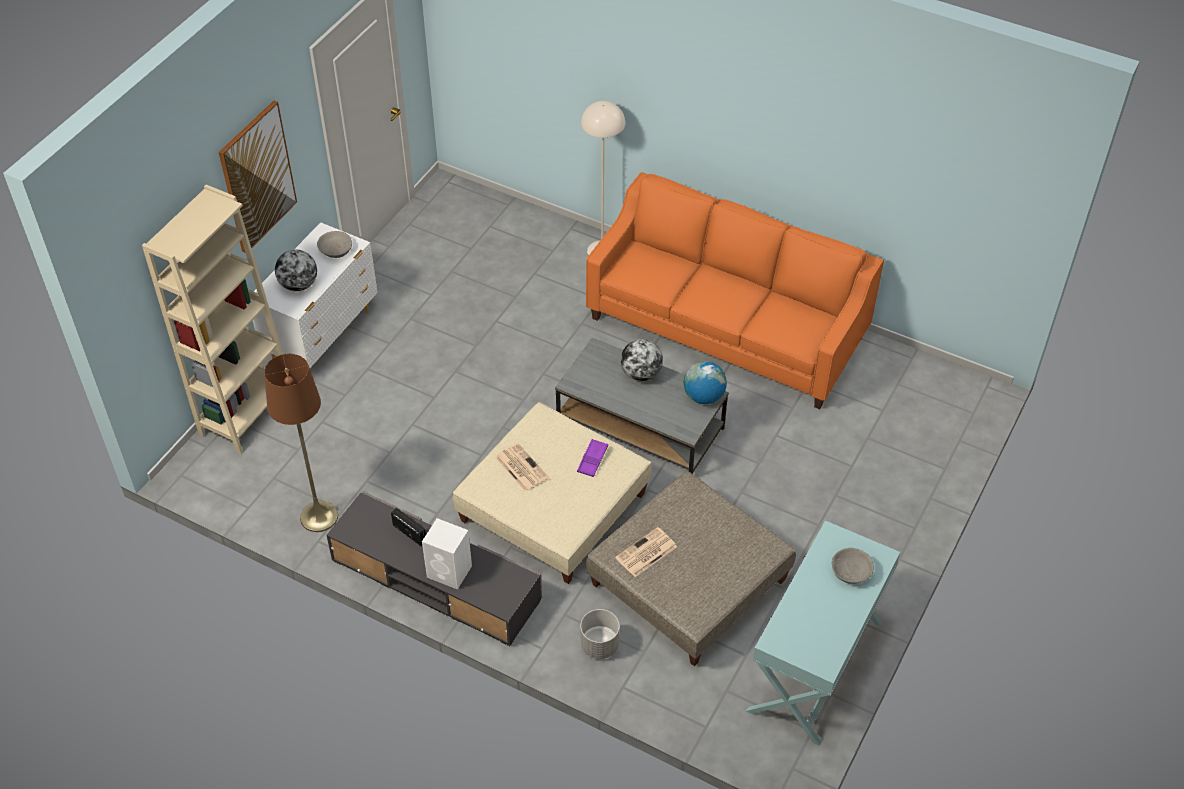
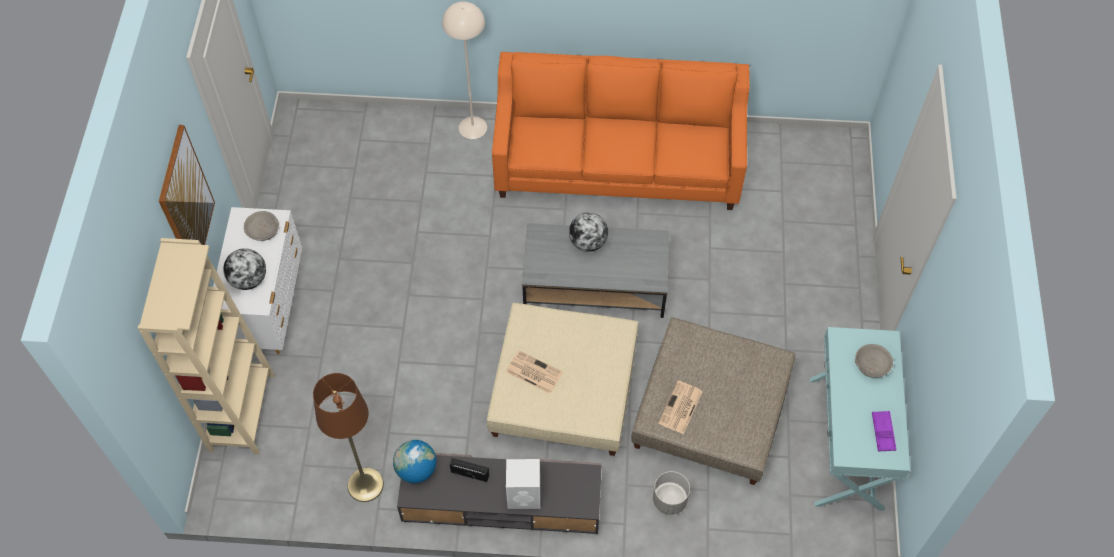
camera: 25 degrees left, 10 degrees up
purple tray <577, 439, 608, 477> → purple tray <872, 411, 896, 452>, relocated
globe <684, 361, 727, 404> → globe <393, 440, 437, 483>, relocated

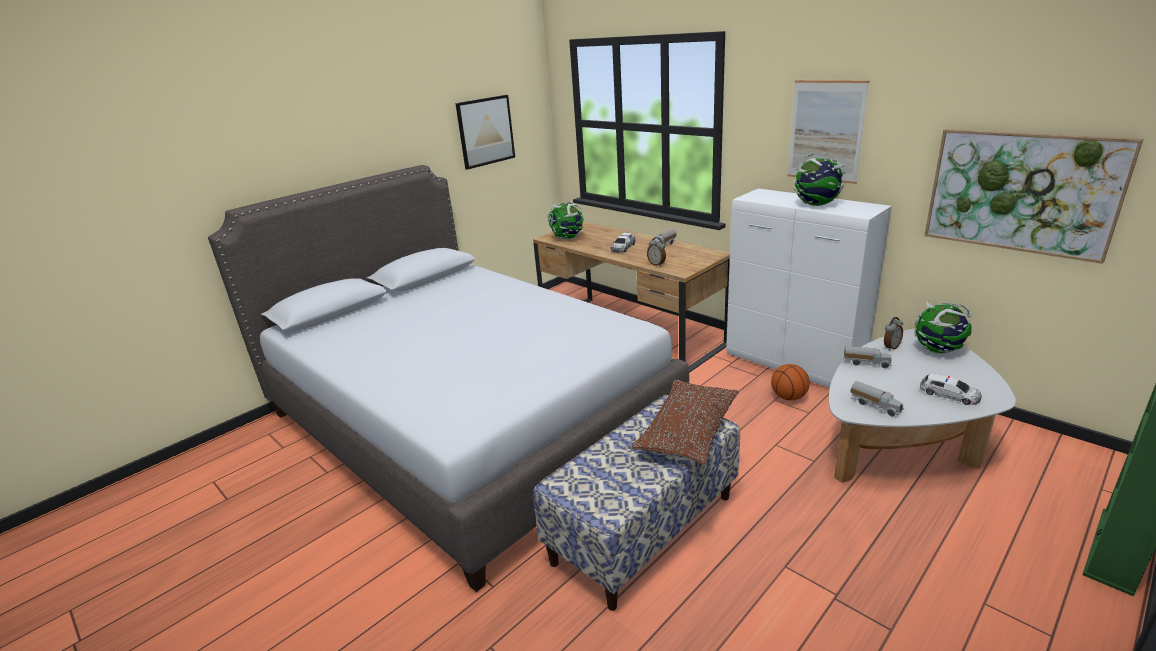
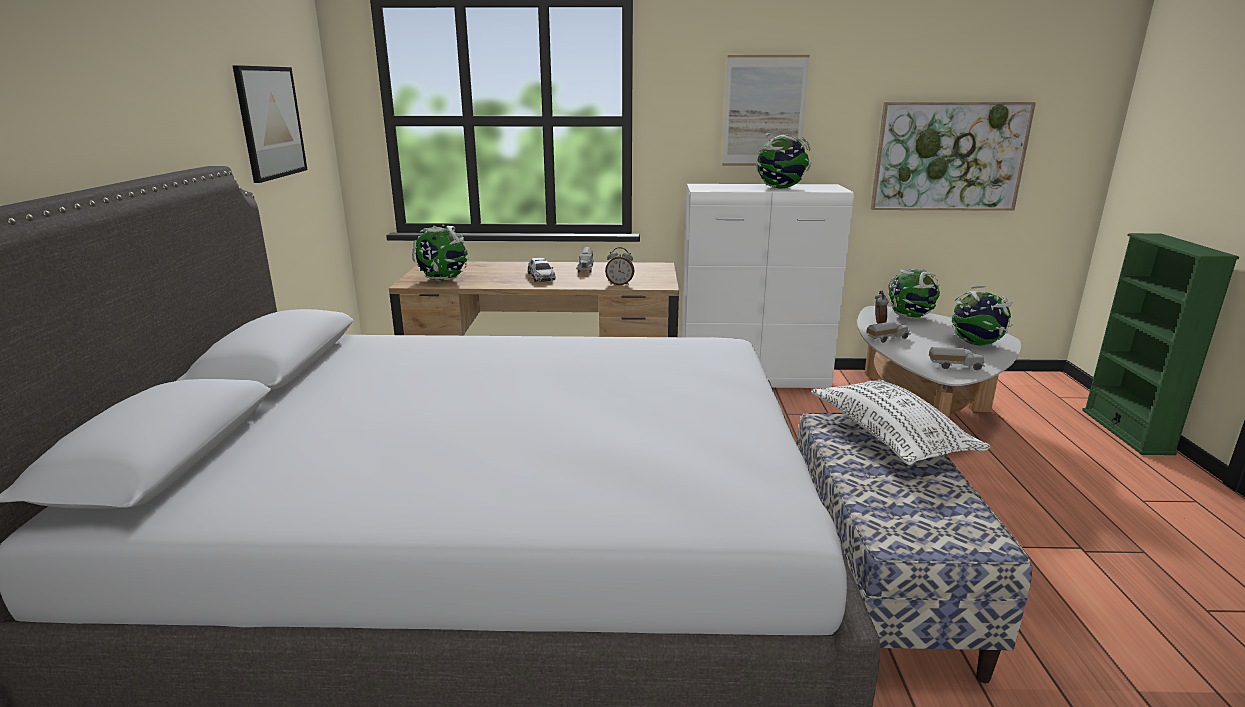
camera: 45 degrees left, 5 degrees down
brownish pillow <632, 379, 739, 465> → white-coloured pillow <811, 380, 990, 465>
ball for basketball <771, 364, 810, 401> → -
model car <920, 373, 982, 405> → globe <951, 286, 1013, 345>

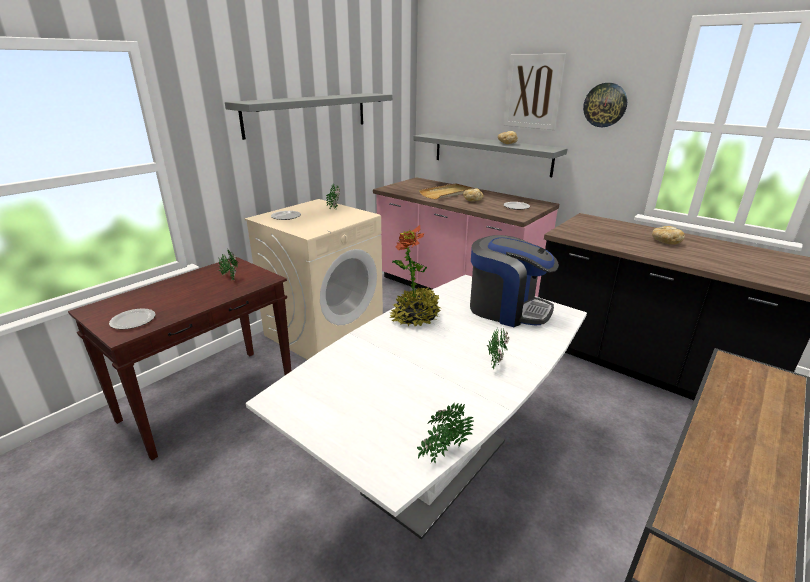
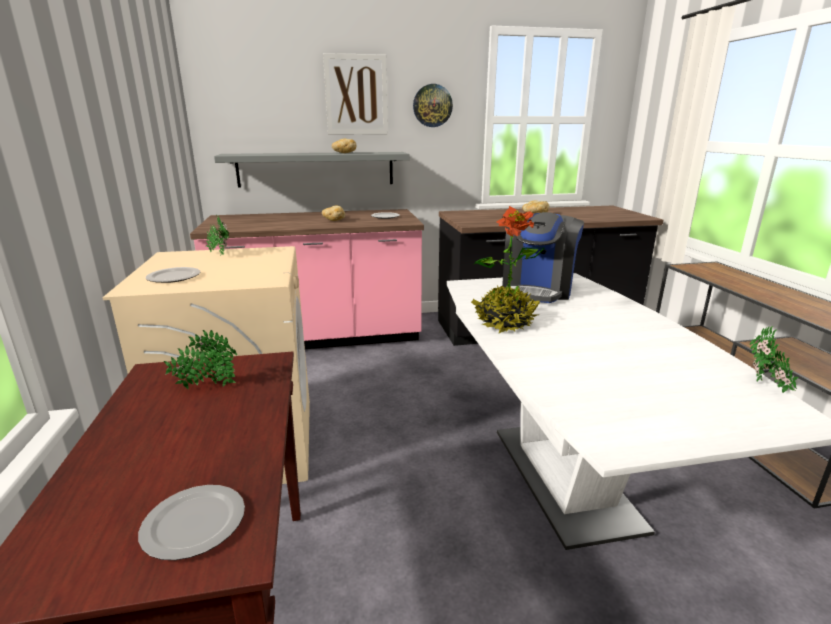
camera: 50 degrees left, 5 degrees down
greyish wall shelf <225, 93, 393, 140> → -
beige tray <419, 183, 474, 199> → -
coffee brewer <470, 235, 559, 327> → coffee brewer <502, 212, 584, 303>, 135 degrees clockwise
houseplant <487, 327, 510, 371> → -

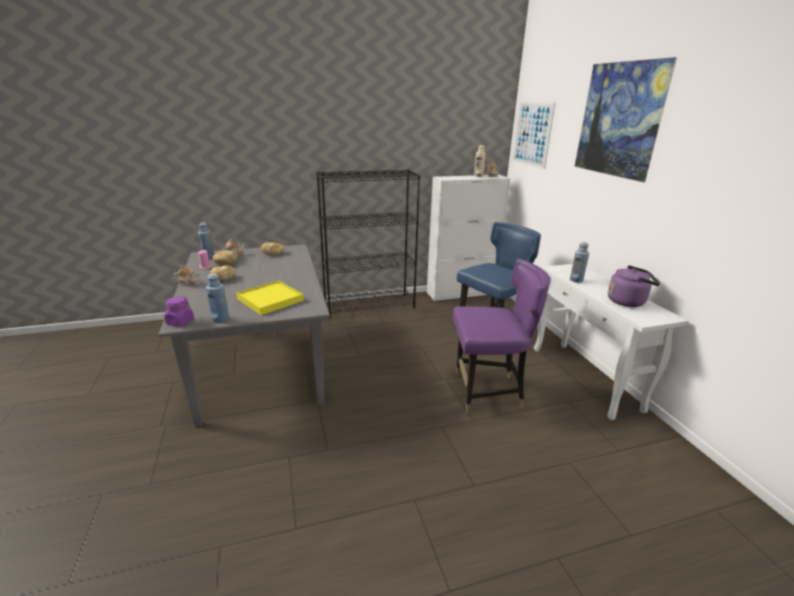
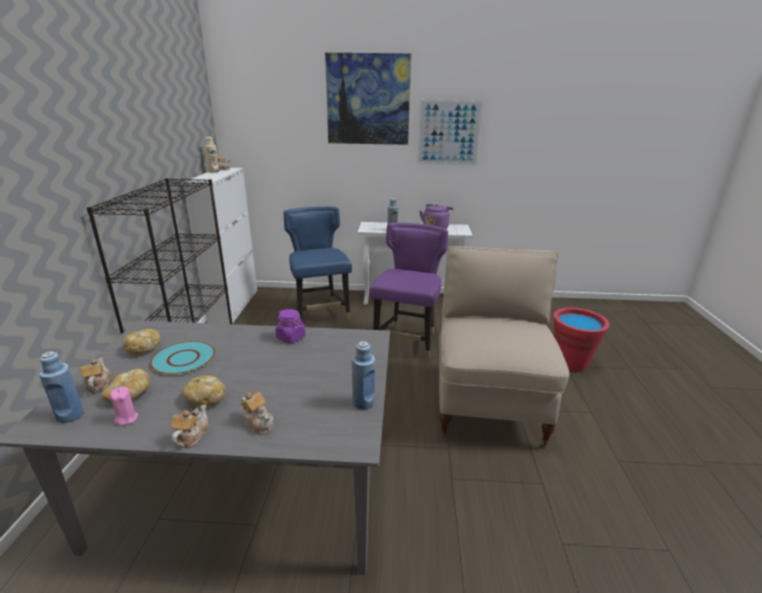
camera: 70 degrees left, 0 degrees up
purple storage jar <164, 296, 194, 327> → purple storage jar <275, 309, 305, 343>, relocated
yellow-coloured tray <236, 280, 304, 315> → -
wall art <513, 102, 555, 169> → wall art <417, 100, 483, 165>, relocated
- → turquoise flat dish <150, 341, 215, 375>
- → tea pot <241, 392, 274, 435>
- → beige upright chair <439, 246, 570, 447>
- → reddish water bucket <553, 307, 610, 372>

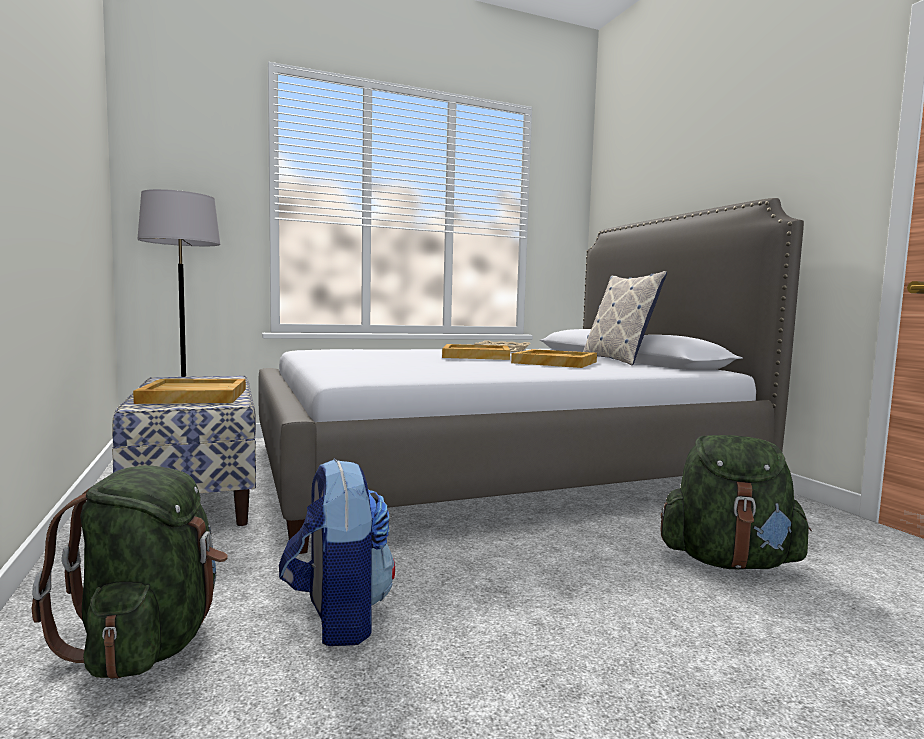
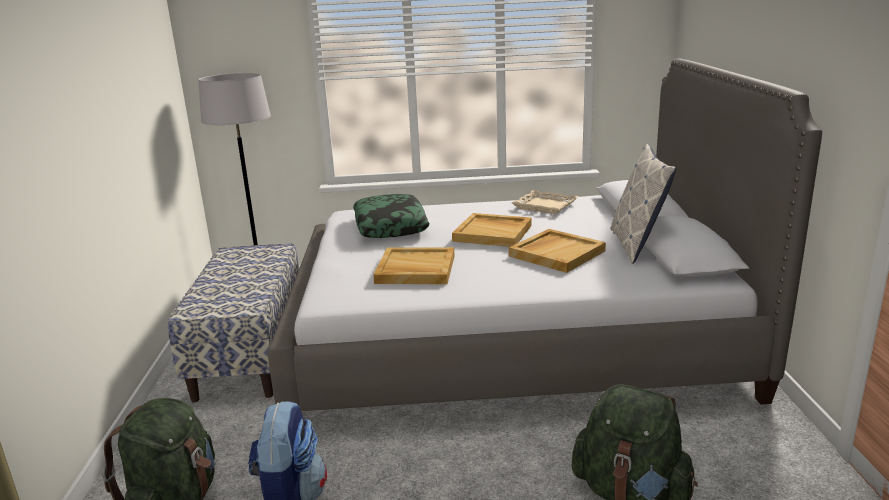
camera: 20 degrees right, 15 degrees up
beige tray <133, 379, 246, 404> → beige tray <373, 247, 454, 284>, relocated
- → pillow <353, 194, 429, 238>

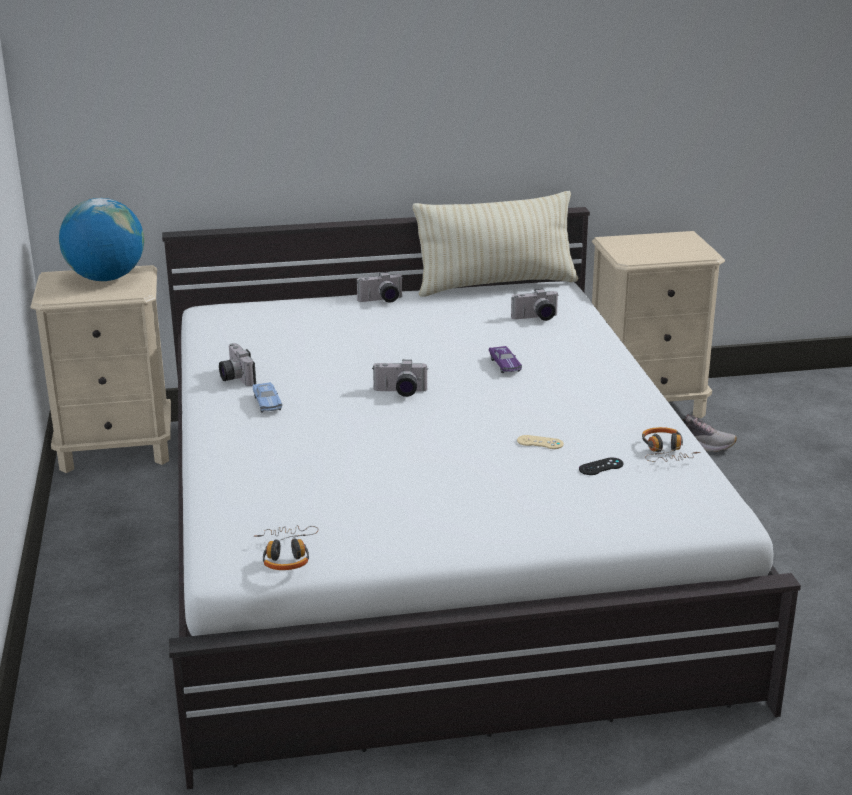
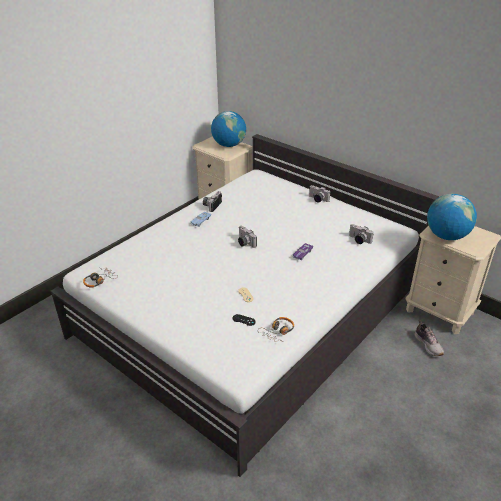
camera: 50 degrees right, 10 degrees up
beige pillow <413, 191, 579, 297> → -
- → globe <427, 194, 477, 240>

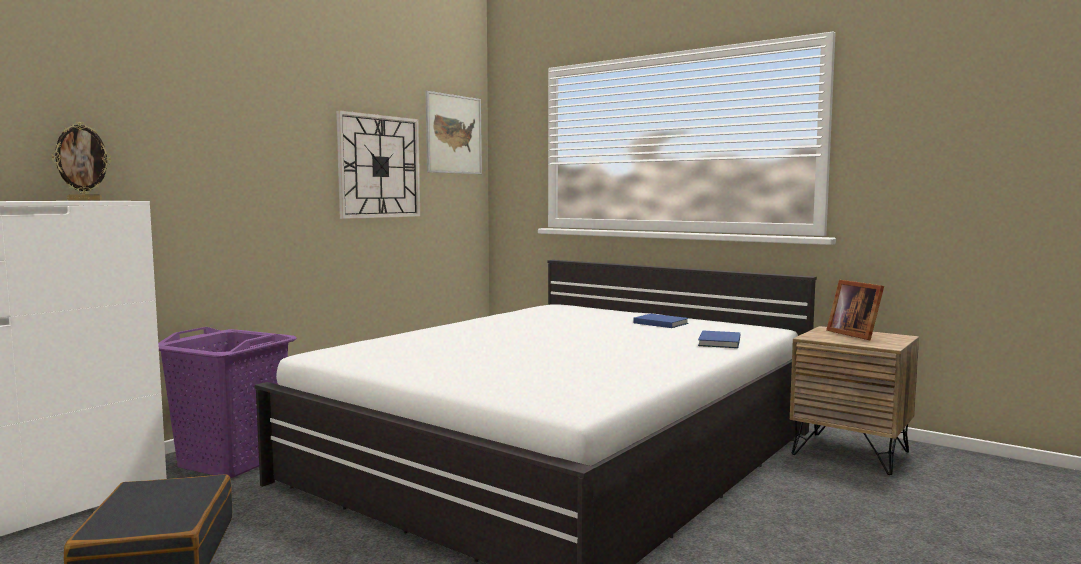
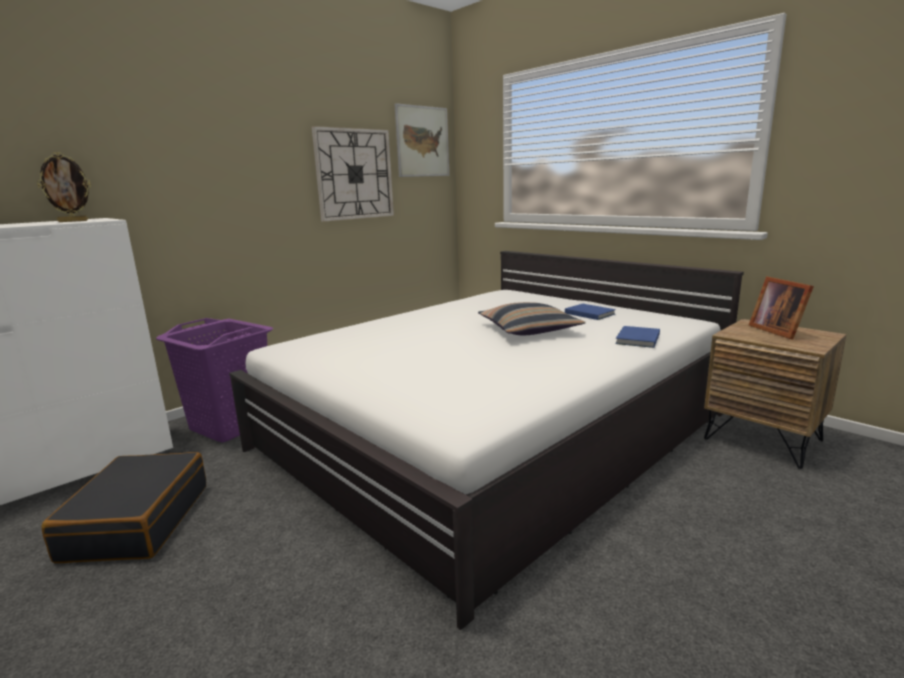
camera: 10 degrees right, 10 degrees up
- → pillow <478, 302, 586, 335>

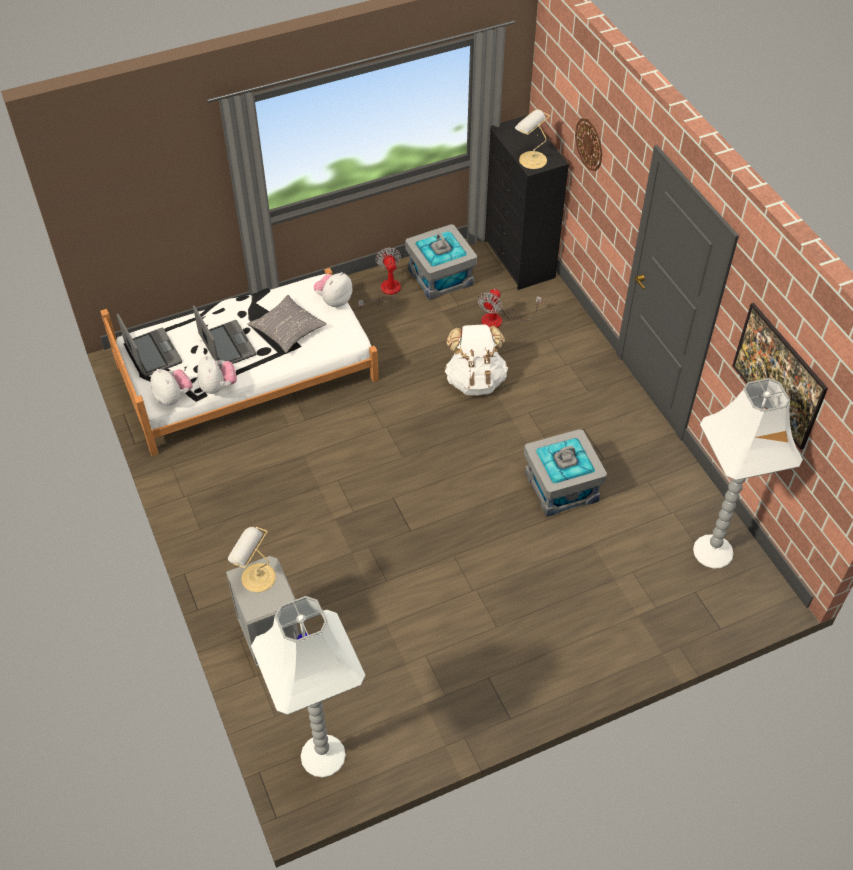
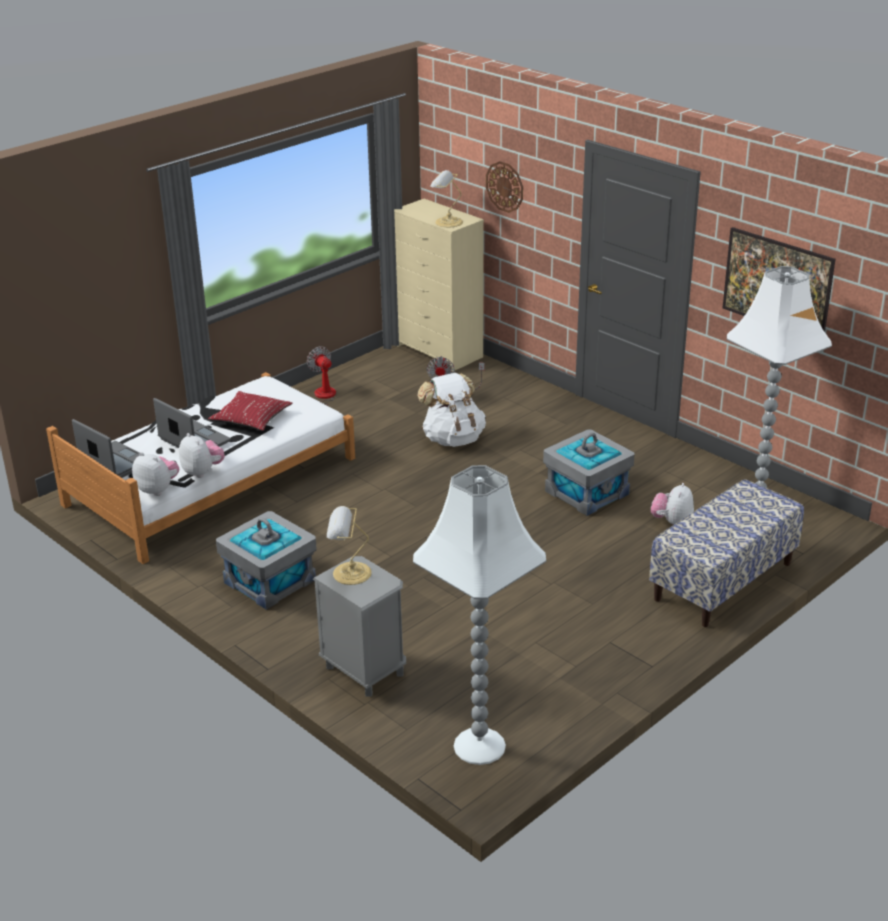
camera: 20 degrees left, 20 degrees down
greyish pillow <247, 295, 326, 353> → reddish pillow <208, 391, 292, 431>
cuddly toy <313, 272, 352, 308> → cuddly toy <651, 483, 694, 525>, relocated
greyish storage bin <405, 224, 477, 300> → greyish storage bin <216, 511, 316, 610>, relocated
black dresser <484, 115, 569, 290> → beige dresser <394, 199, 484, 370>
- → bench <649, 479, 804, 627>

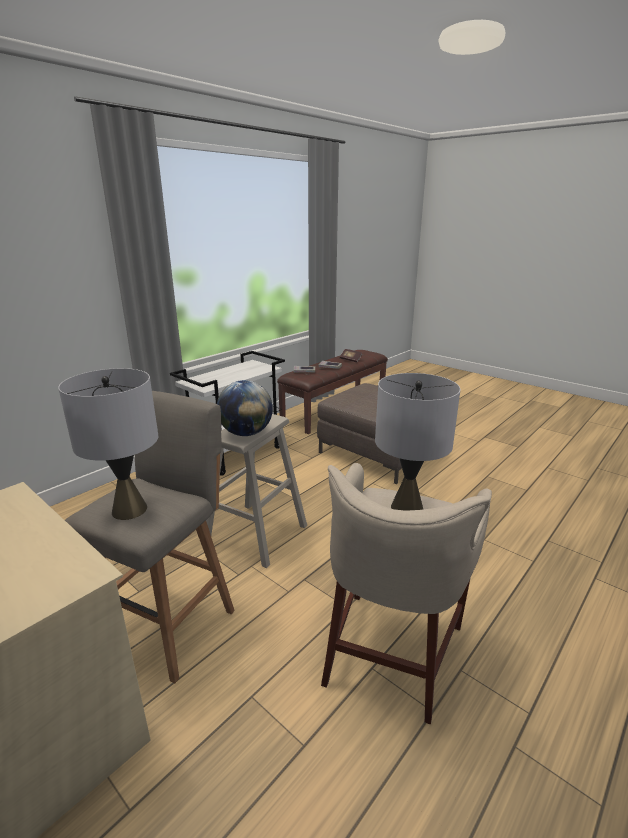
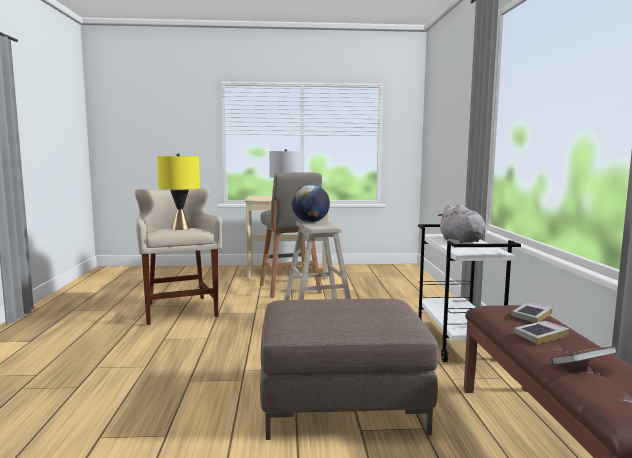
camera: 135 degrees right, 15 degrees down
greyish table lamp <375, 373, 460, 511> → yellow-coloured table lamp <157, 154, 200, 230>
- → greyish cuddly toy <438, 204, 486, 243>

